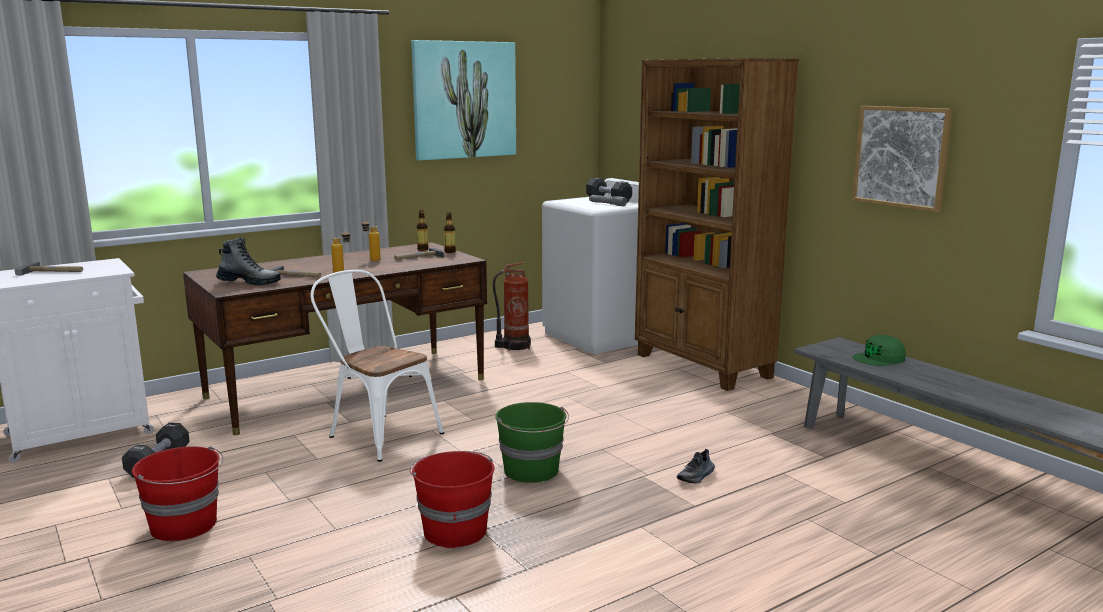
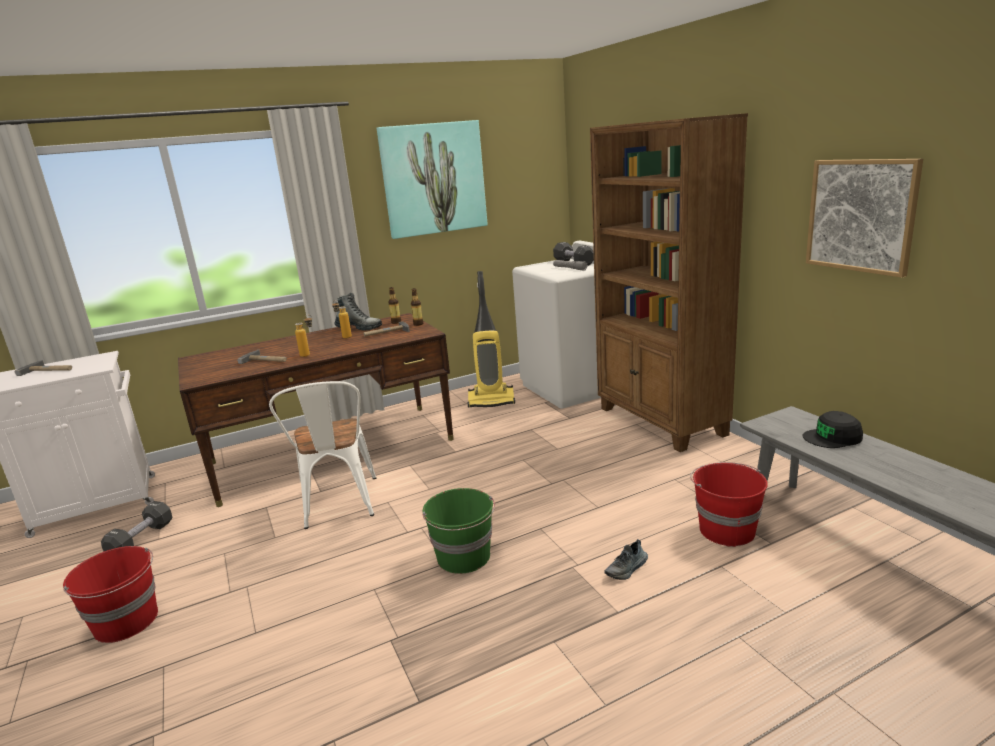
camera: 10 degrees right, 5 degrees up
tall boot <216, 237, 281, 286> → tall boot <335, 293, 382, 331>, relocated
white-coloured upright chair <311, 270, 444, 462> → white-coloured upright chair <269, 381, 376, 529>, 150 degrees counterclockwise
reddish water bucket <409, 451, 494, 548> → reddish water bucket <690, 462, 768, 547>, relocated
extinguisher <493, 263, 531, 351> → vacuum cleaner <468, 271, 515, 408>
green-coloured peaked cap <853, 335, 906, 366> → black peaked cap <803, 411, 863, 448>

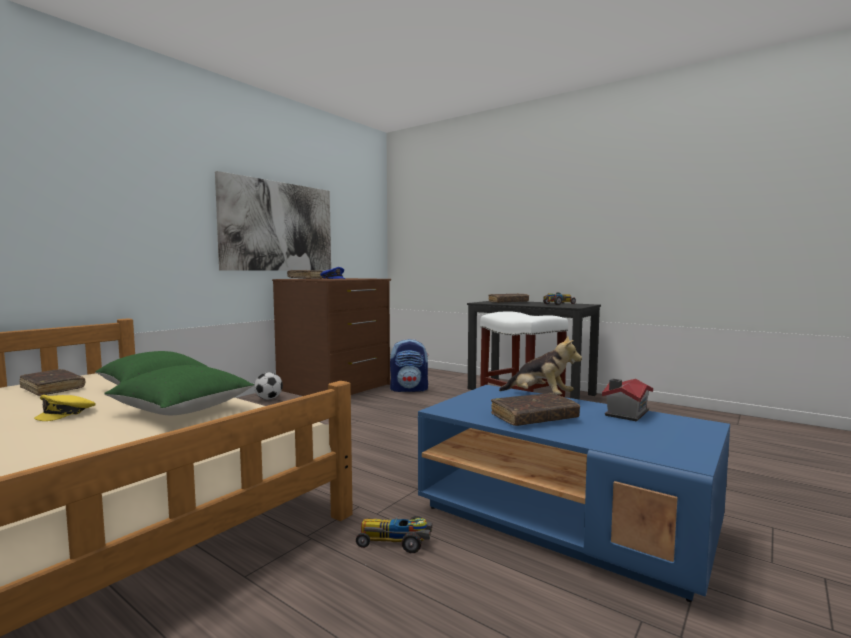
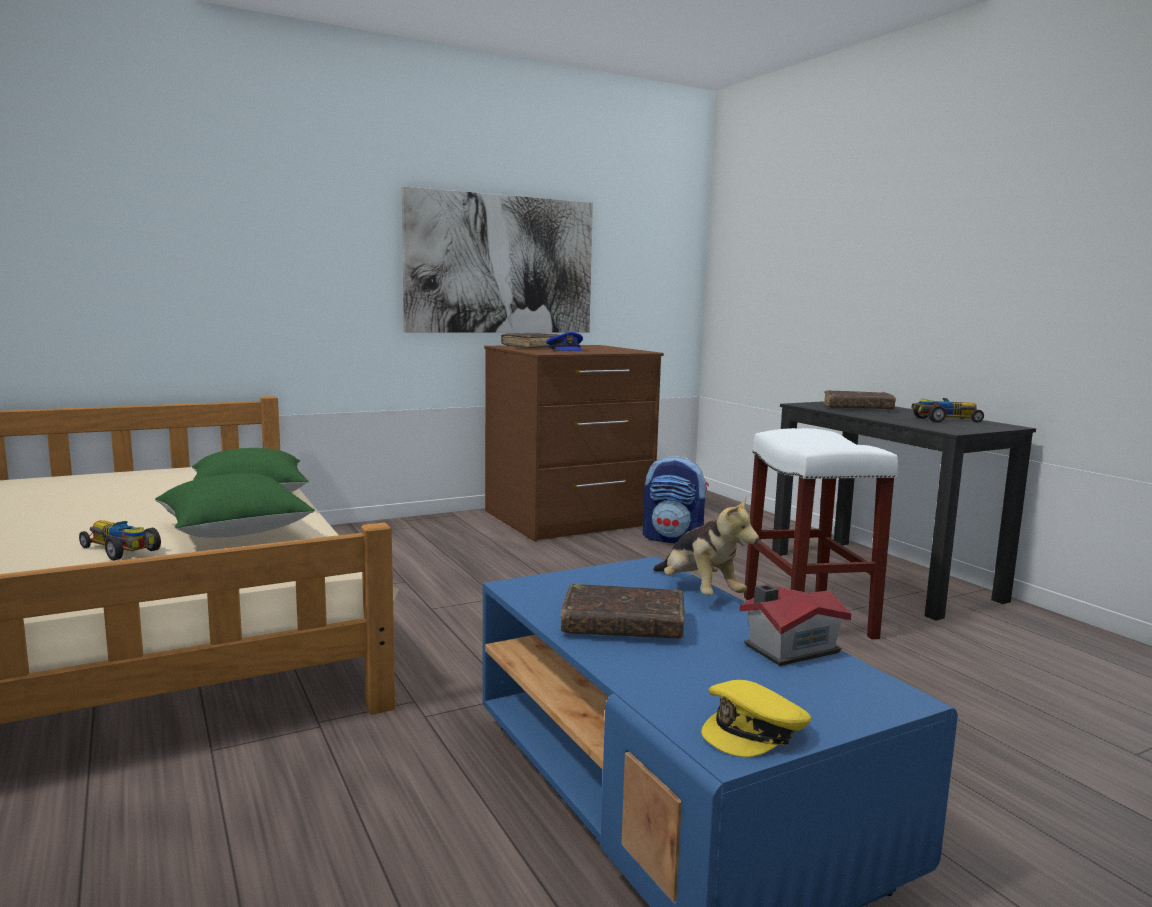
camera: 25 degrees right, 5 degrees up
brownish bound book <19, 369, 85, 396> → -
yellow-coloured peaked cap <34, 395, 96, 421> → yellow-coloured peaked cap <701, 680, 811, 757>, relocated
football <254, 372, 283, 400> → -
model car <356, 516, 432, 553> → model car <79, 520, 161, 561>, relocated

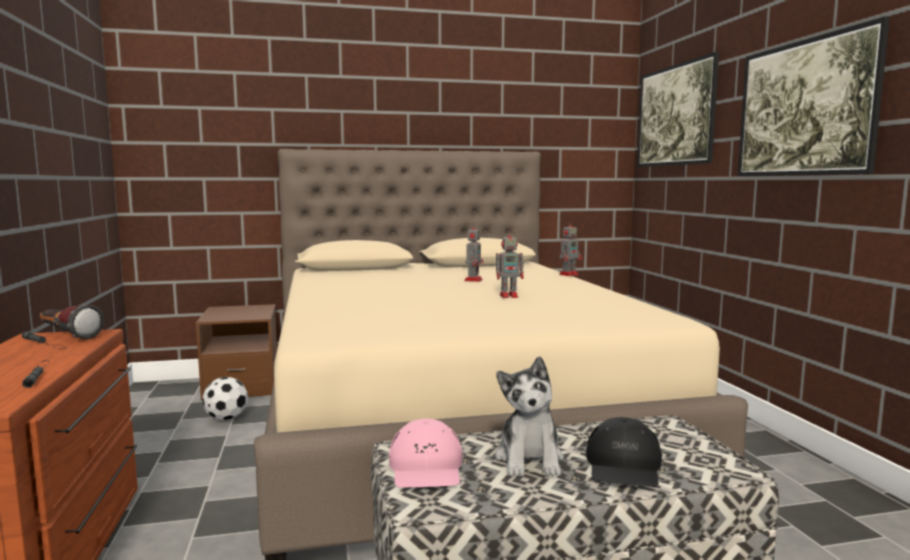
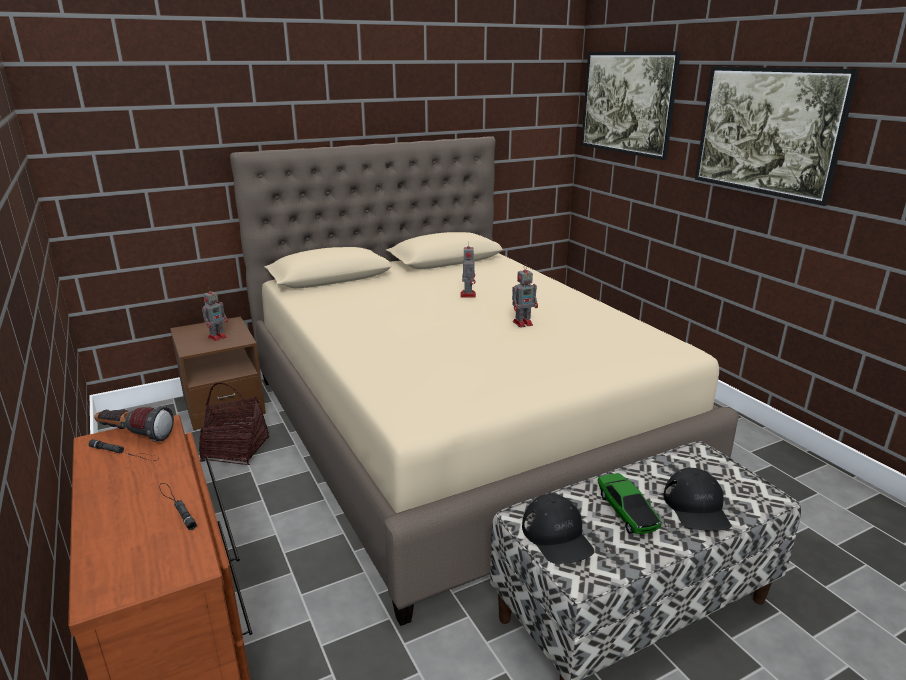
camera: 15 degrees left, 15 degrees up
football <202, 377, 248, 420> → household basket <199, 383, 269, 465>
pink peaked cap <389, 419, 463, 488> → black peaked cap <522, 494, 595, 564>
cuddly toy <495, 356, 564, 476> → model car <597, 473, 662, 534>
robot figure <559, 220, 582, 276> → robot figure <202, 287, 228, 341>, relocated

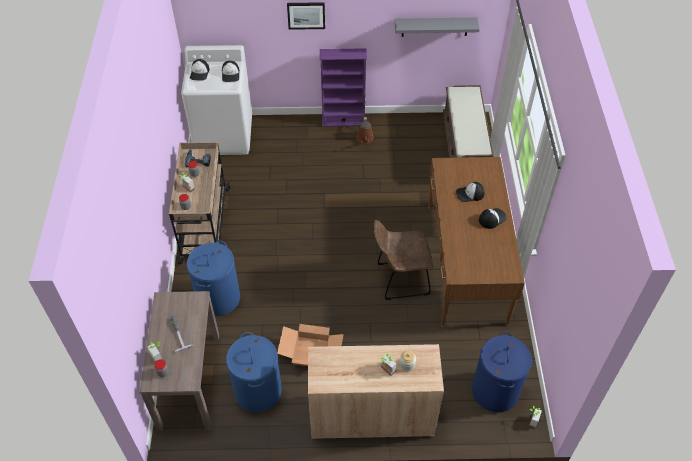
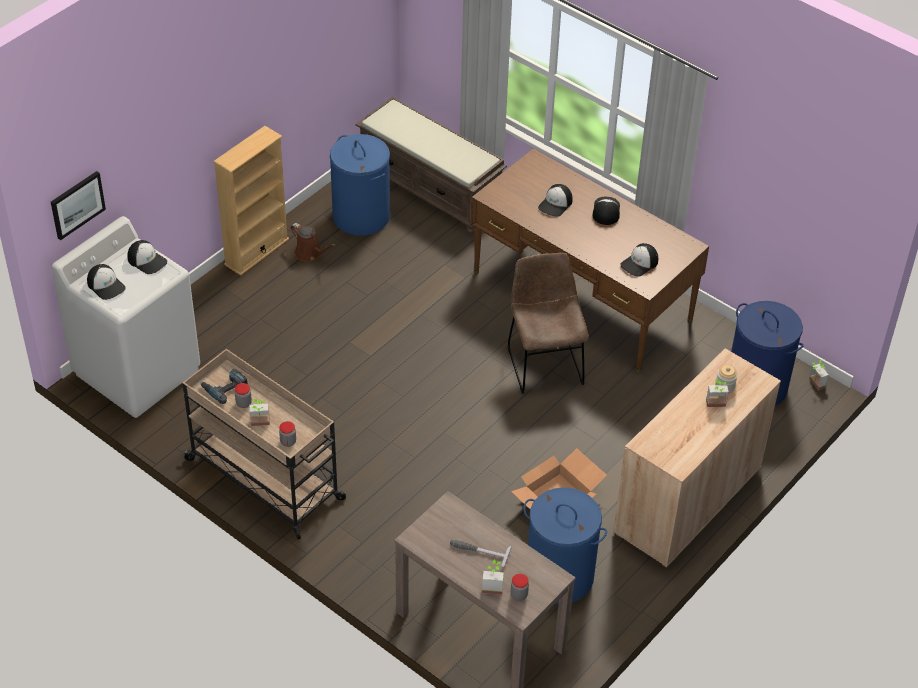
camera: 50 degrees left, 5 degrees down
blue hamper <187, 240, 240, 316> → blue hamper <330, 134, 390, 236>, relocated
wall art <287, 2, 325, 30> → wall art <51, 171, 106, 240>, relocated
purple shelving unit <320, 48, 367, 126> → beige shelving unit <213, 126, 289, 275>
brownish upright chair <374, 220, 433, 300> → brownish upright chair <507, 253, 589, 394>, 135 degrees clockwise
greyish wall shelf <394, 18, 480, 37> → -
- → peaked cap <620, 243, 658, 277>

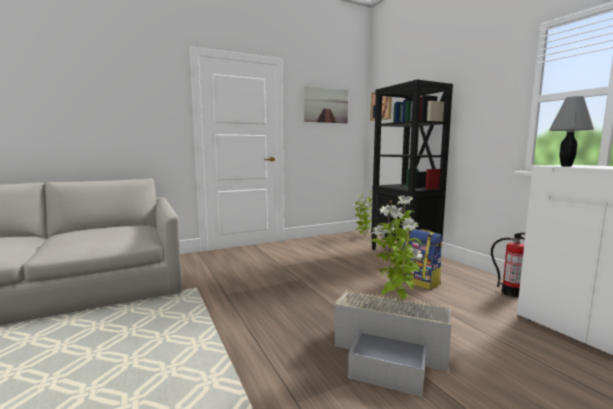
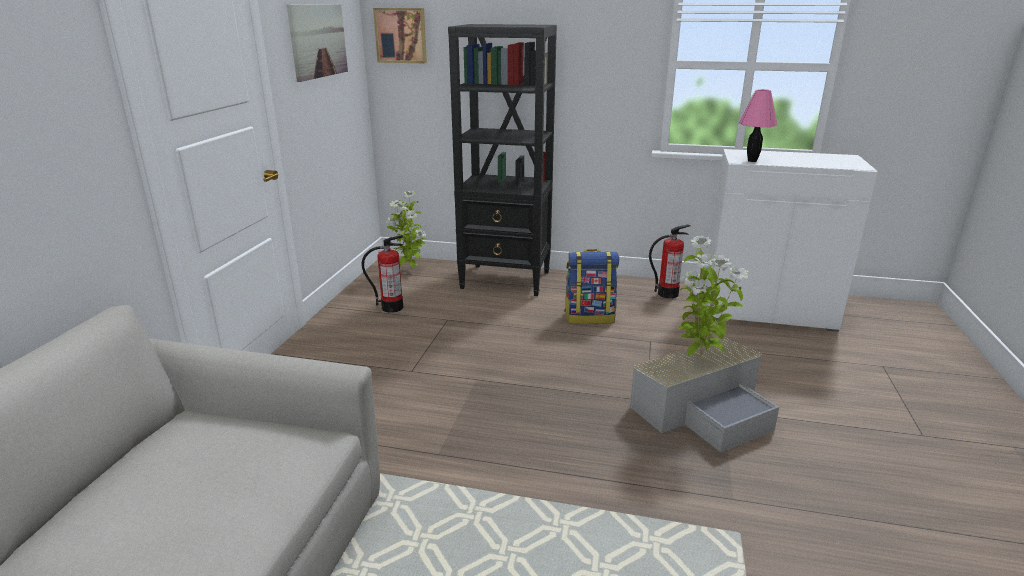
camera: 50 degrees left, 15 degrees up
greyish table lamp <549, 96, 594, 167> → pink table lamp <739, 89, 777, 162>
- → extinguisher <361, 235, 403, 313>

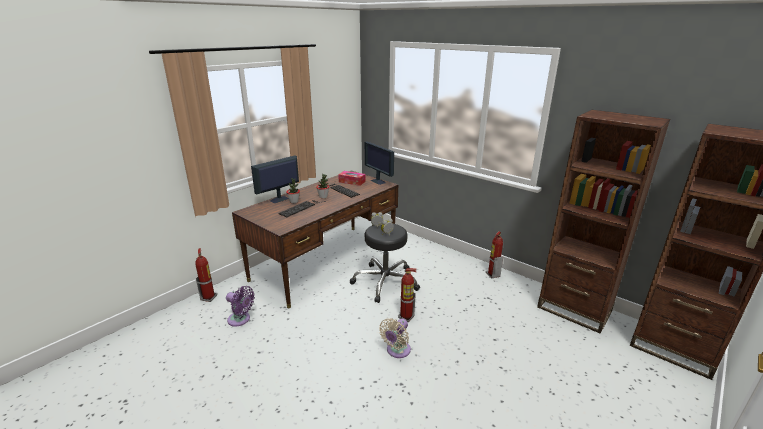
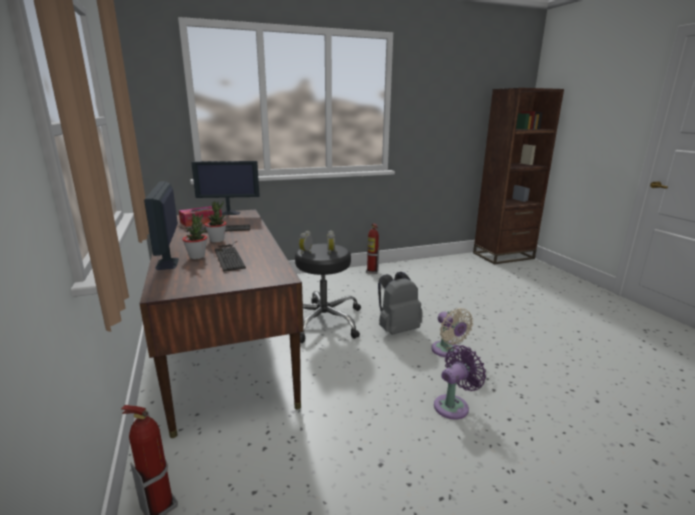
camera: 60 degrees left, 5 degrees down
purple electric fan <226, 286, 255, 327> → purple electric fan <434, 345, 486, 419>, relocated
extinguisher <398, 268, 417, 322> → greyish knapsack <378, 272, 423, 335>
brownish shelving unit <537, 110, 670, 334> → -

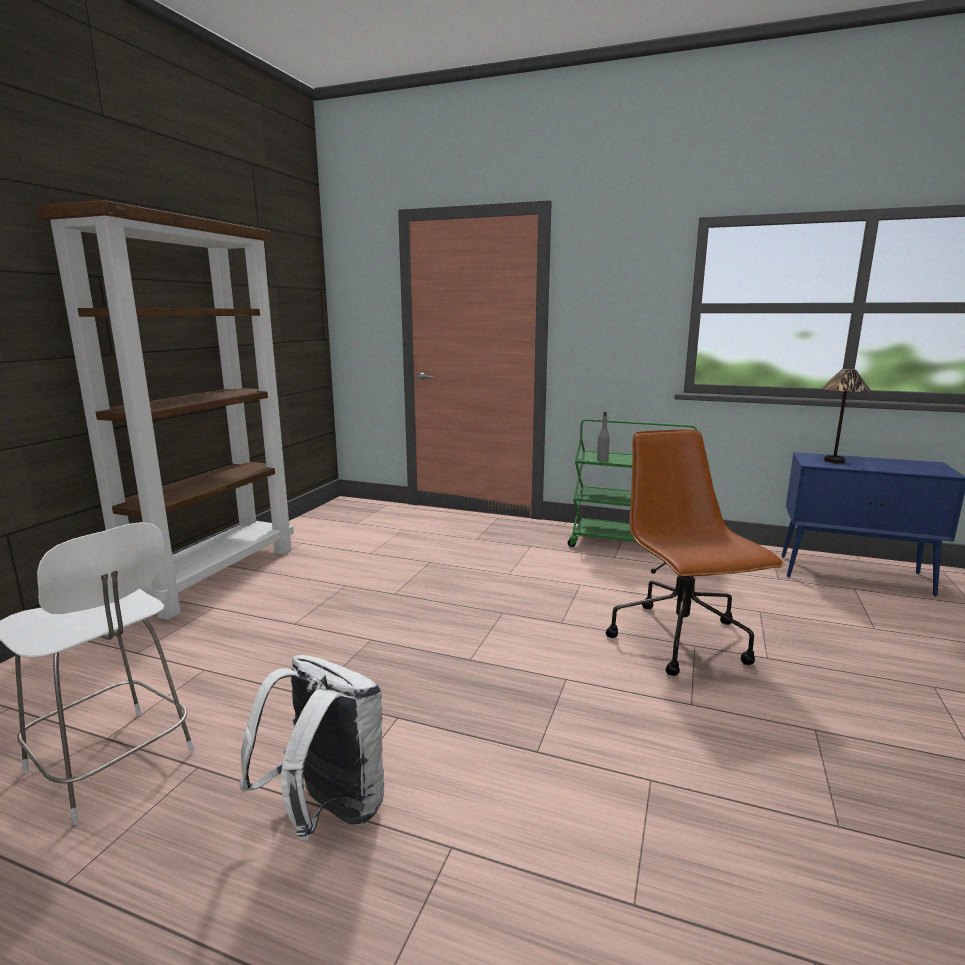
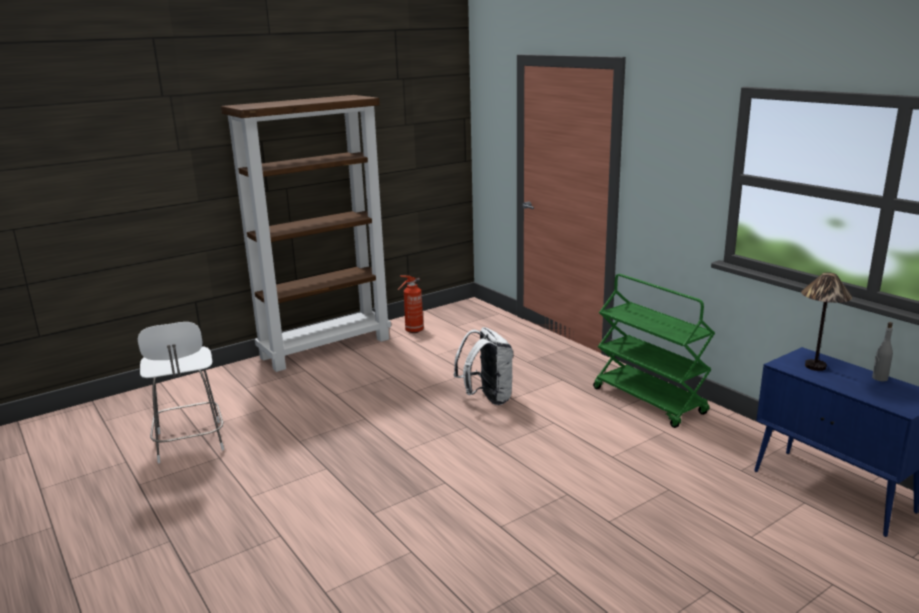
camera: 35 degrees right, 5 degrees up
white-coloured knapsack <239, 655, 384, 840> → white-coloured knapsack <453, 327, 514, 405>, relocated
greyish bottle <597, 412, 610, 462> → greyish bottle <872, 322, 893, 381>, relocated
brownish office chair <606, 430, 785, 676> → -
- → extinguisher <398, 275, 424, 333>

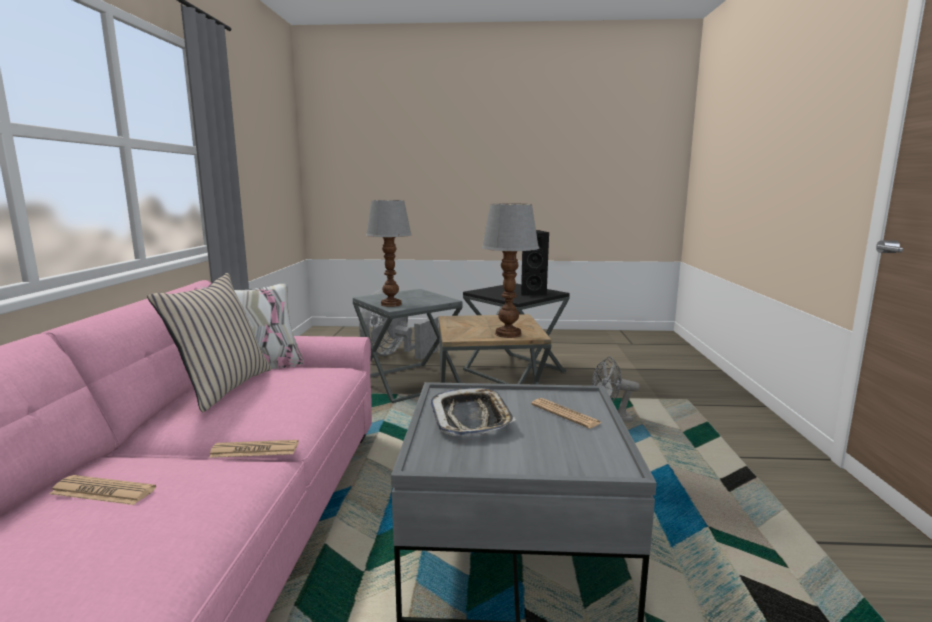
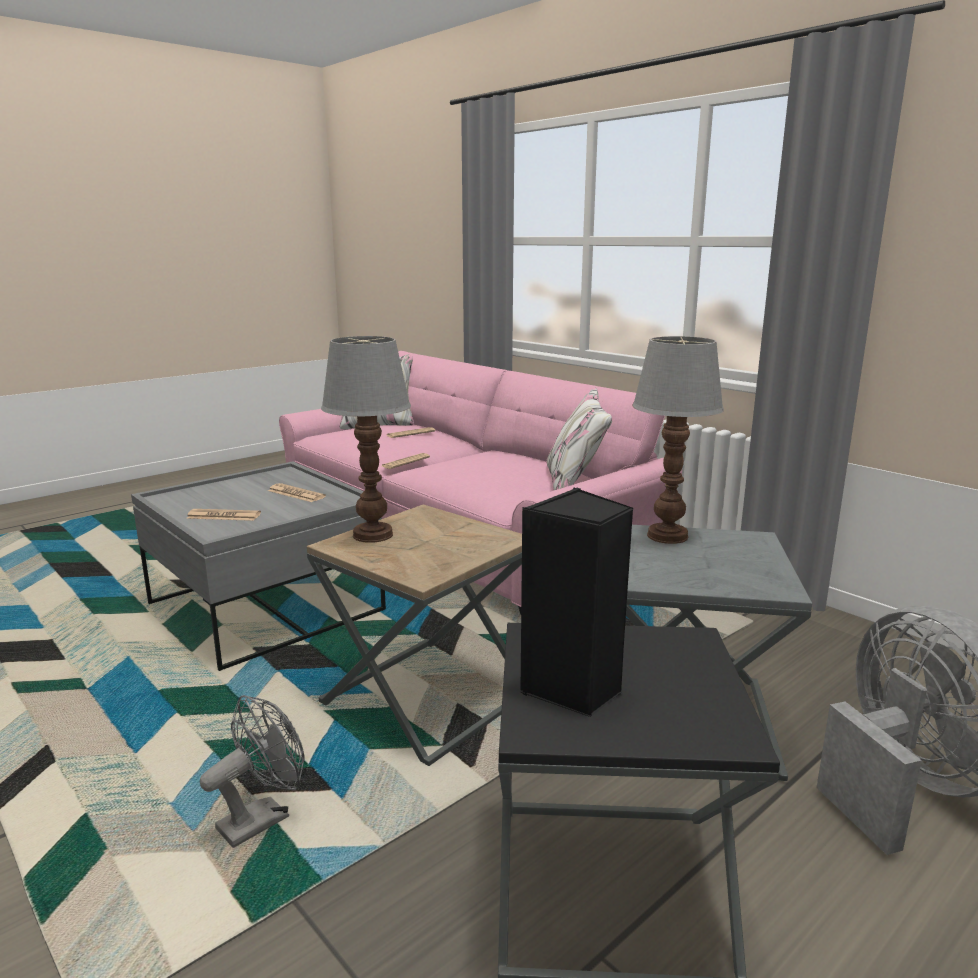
camera: 135 degrees right, 5 degrees up
beige pillow <147, 273, 271, 412> → -
tray <430, 388, 516, 436> → daily paper <268, 483, 326, 502>

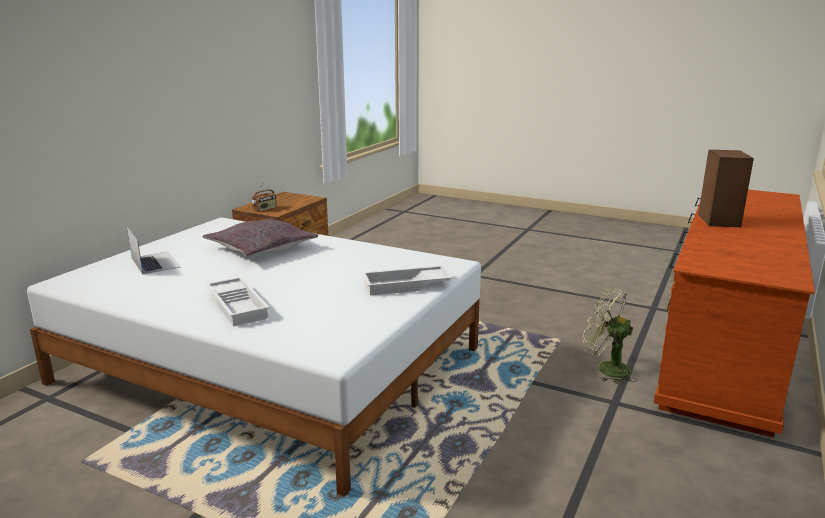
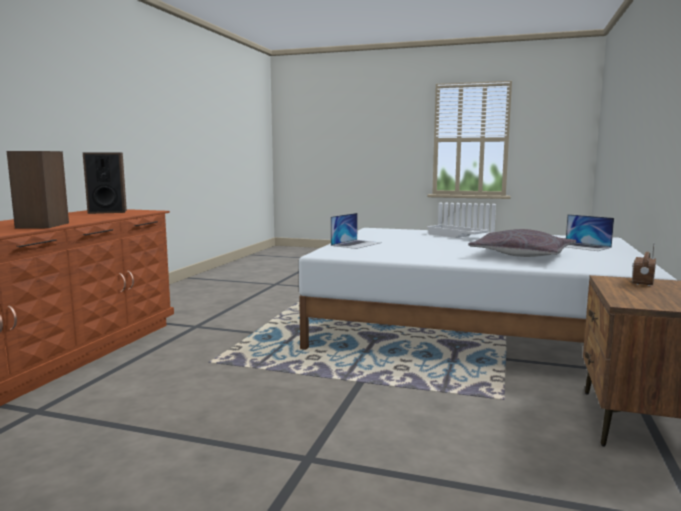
camera: 170 degrees right, 10 degrees down
white-coloured tray <362, 265, 452, 295> → laptop <331, 213, 382, 249>
green-coloured electric fan <582, 288, 637, 384> → -
- → audio speaker <83, 152, 127, 214>

